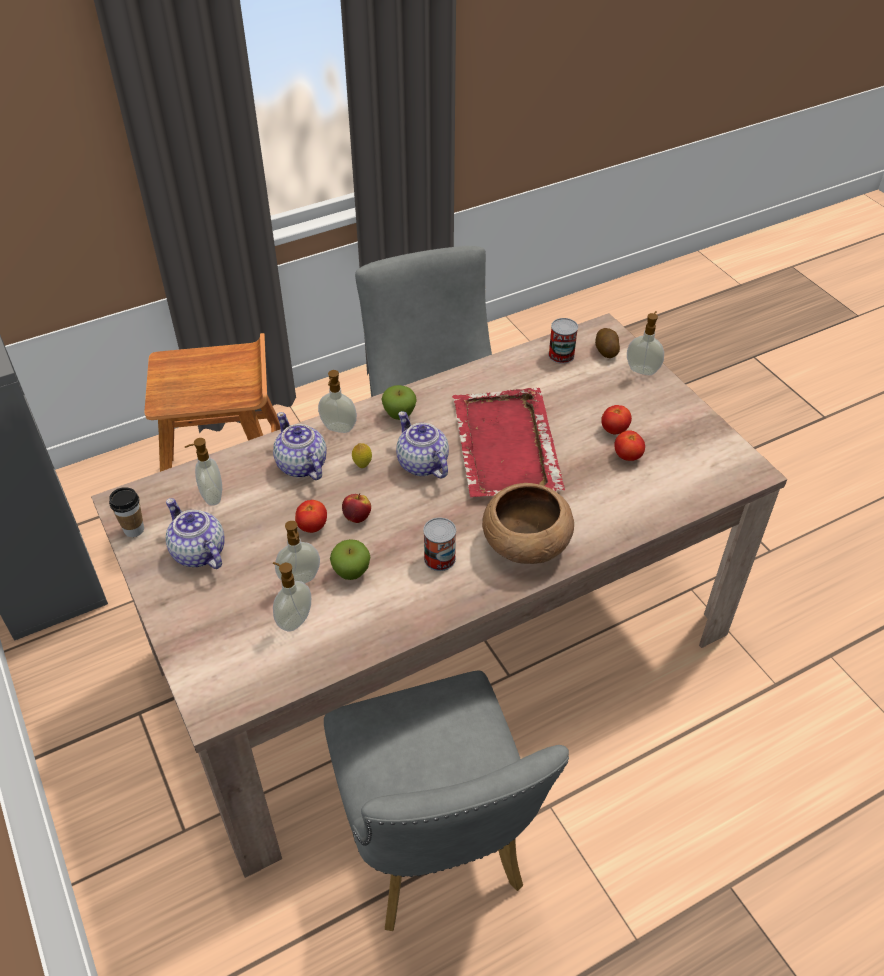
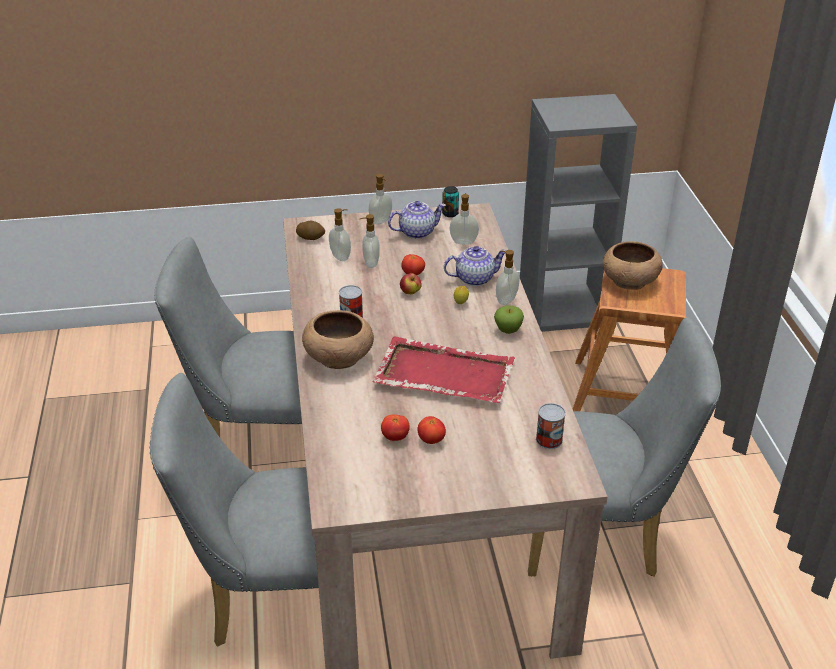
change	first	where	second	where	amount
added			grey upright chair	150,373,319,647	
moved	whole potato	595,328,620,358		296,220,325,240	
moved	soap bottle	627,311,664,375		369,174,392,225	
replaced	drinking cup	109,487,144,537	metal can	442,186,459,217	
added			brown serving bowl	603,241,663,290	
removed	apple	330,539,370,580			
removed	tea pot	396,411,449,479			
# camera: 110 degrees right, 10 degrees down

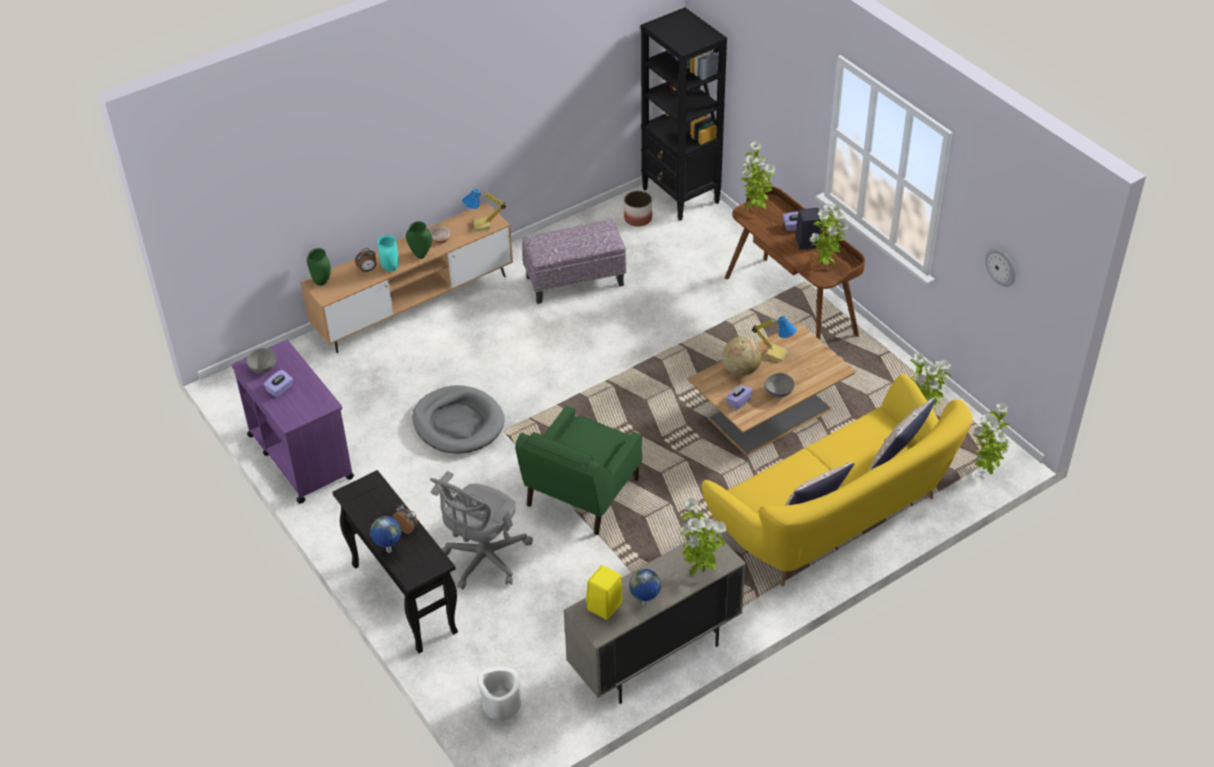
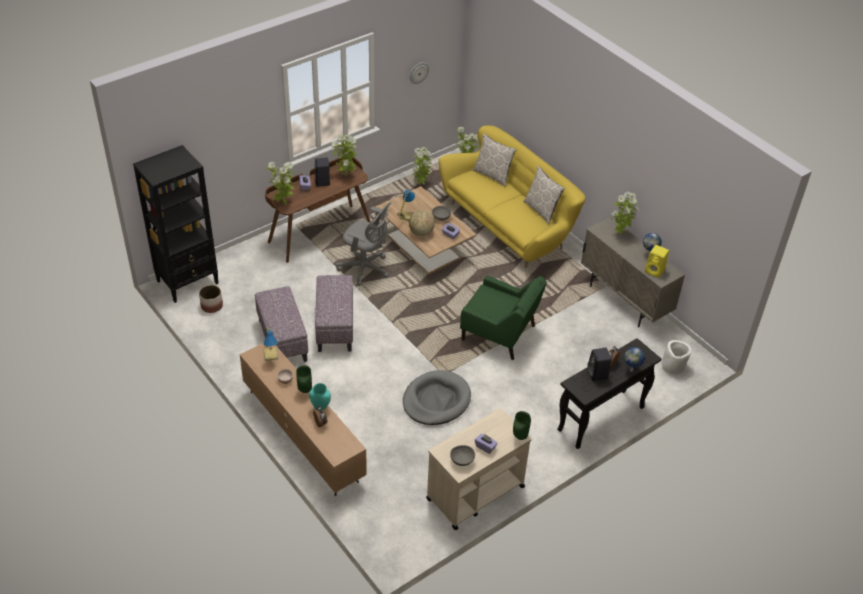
change	first	where	second	where	amount
added			pouffe	315,275,353,352	
moved	grey computer chair	430,471,533,589		336,202,391,286	
recoloured	purple-coloured trolley	232,340,354,504	sand-coloured trolley	427,408,531,530	
moved	green flower vase	307,248,331,286		513,411,531,440	
added			blackish speaker	587,348,612,381	
# camera: 95 degrees left, 0 degrees up

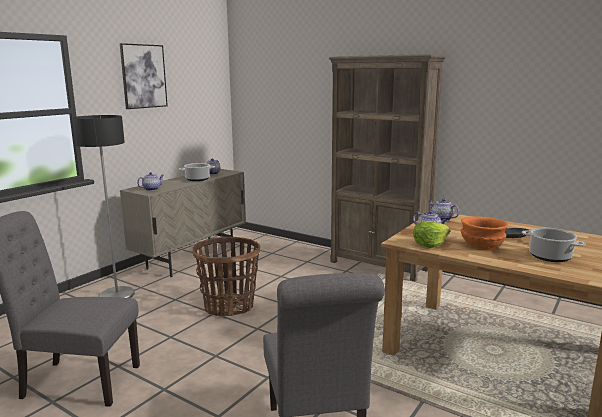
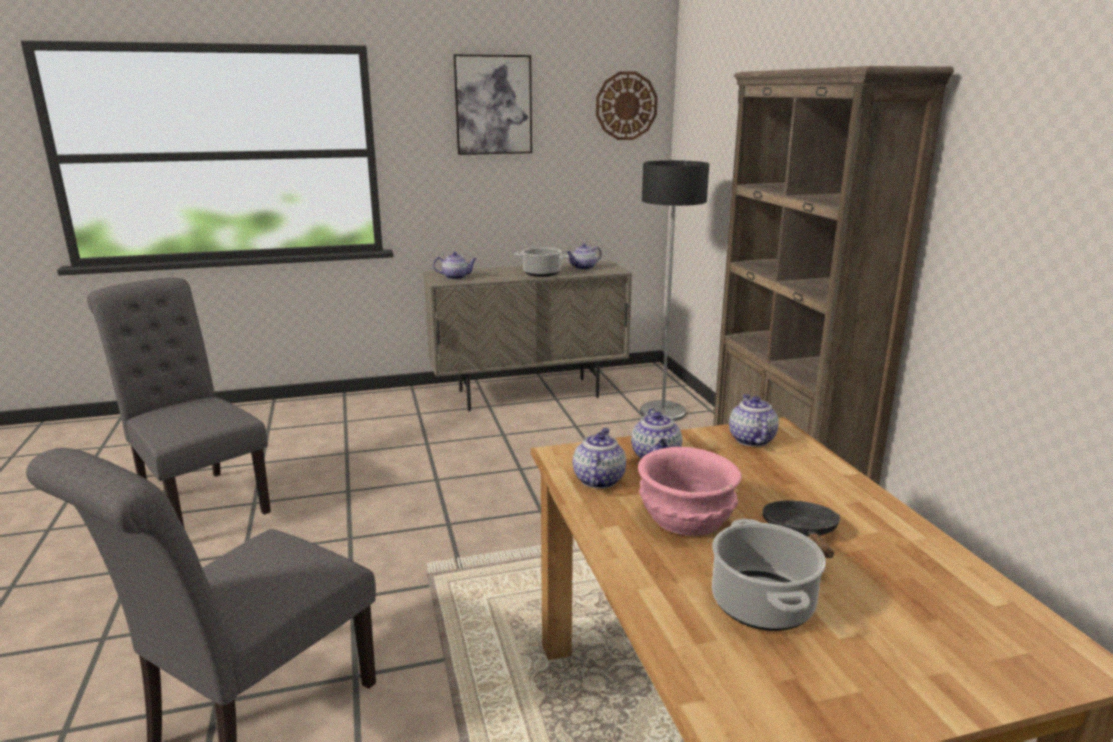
change	first	where	second	where	amount
replaced	lettuce	413,221,450,248	tea pot	573,428,626,489	
added			hanging clock	596,71,658,140	
recoloured	orange-coloured serving bowl	461,216,509,249	pinkish serving bowl	638,447,742,536	
moved	floor lamp	72,115,135,298		640,160,709,421	
removed	basket	193,237,260,316			
# camera: 40 degrees right, 5 degrees up

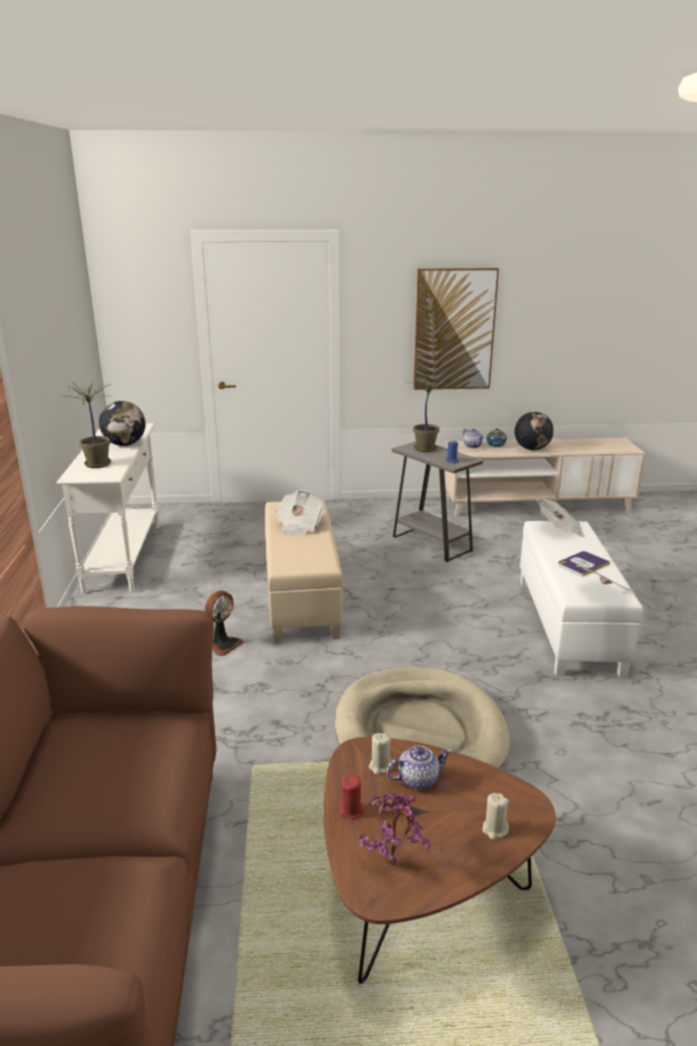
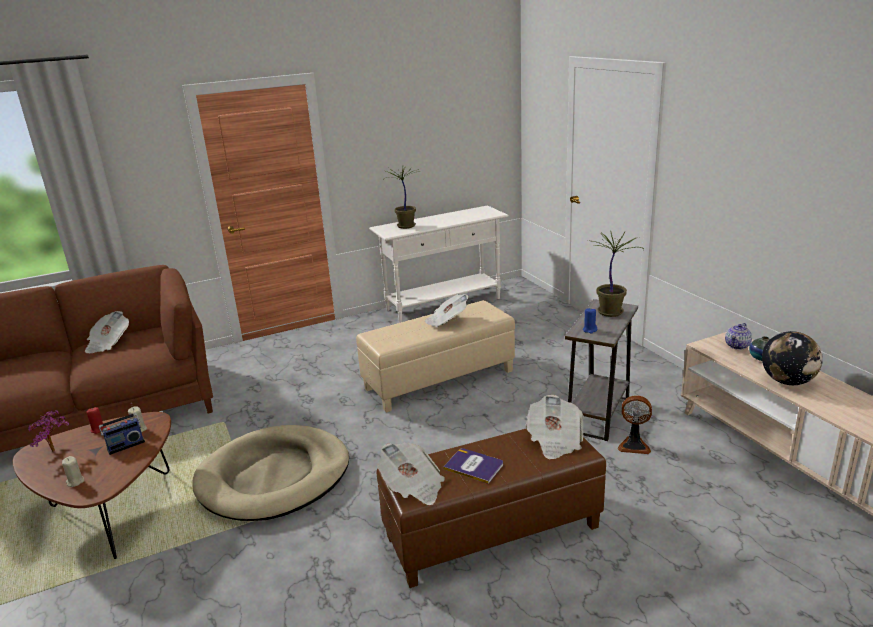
change	first	where	second	where	amount
added			newspaper	85,311,129,353	
replaced	tea pot	386,746,452,790	radio	99,402,145,455	
recoloured	white-coloured pouffe	520,521,643,677	brown pouffe	376,429,606,588	
moved	fan	205,590,244,656		618,395,652,454	
removed	world globe	99,401,145,446			
removed	wall art	413,268,499,390			
# camera: 70 degrees right, 0 degrees up

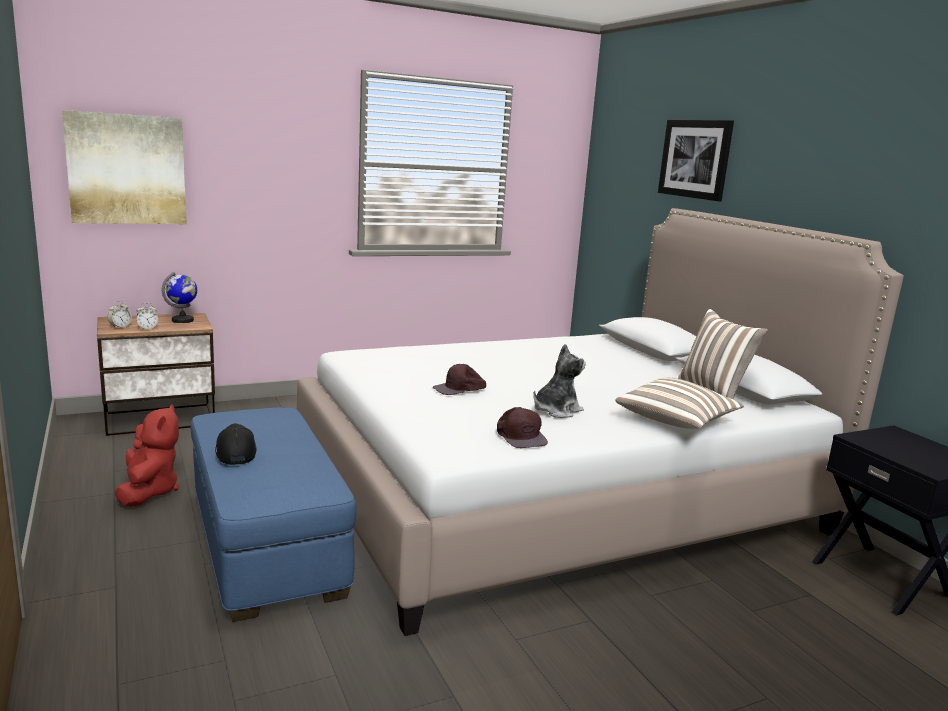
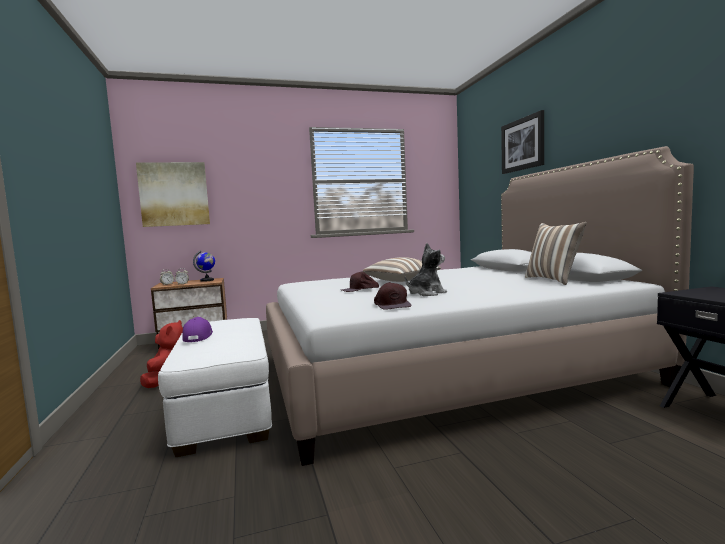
change	first	where	second	where	amount
recoloured	blue-coloured pouffe	191,408,357,622	white-coloured pouffe	158,318,272,457	
recoloured	blackish baseball cap	215,423,256,465	purple-coloured baseball cap	182,317,213,342	
moved	cushion	615,378,744,429		363,257,441,282	
# camera: 10 degrees right, 10 degrees down

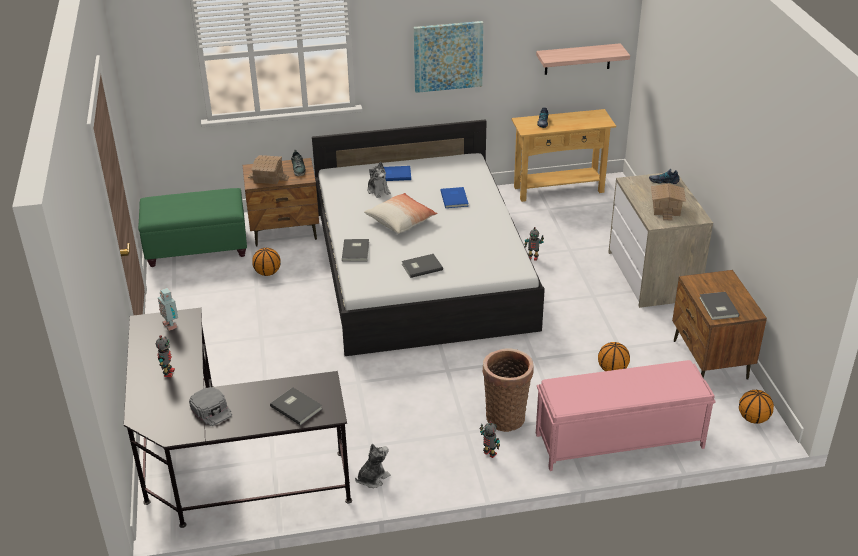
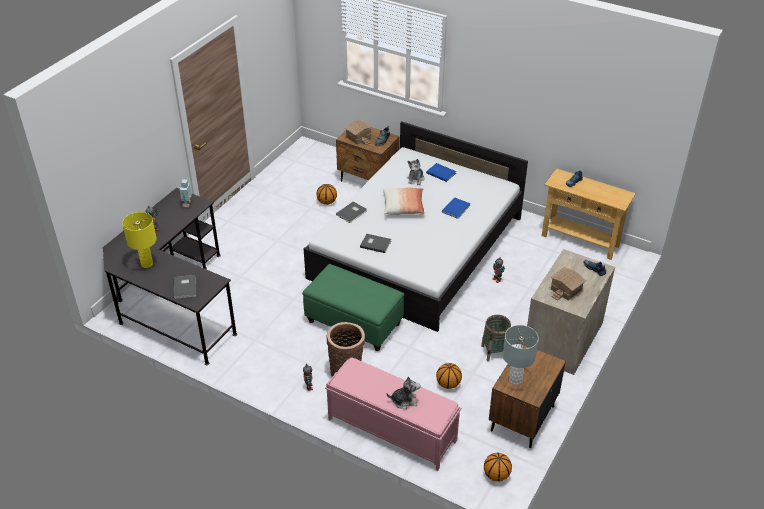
change	first	where	second	where	amount
replaced	grey baseball cap	189,387,232,426	yellow-coloured lamp for a table	122,212,157,268	
moved	green pouffe	138,188,247,267		302,264,404,351	
moved	plush toy	355,443,391,488		387,376,421,409	
added			basket	481,315,511,362	
replaced	grey bound book	699,292,739,320	grey lamp for a table	503,325,539,385	
removed	wall art	414,21,483,93			
removed	wall shelf	536,43,630,75			
# camera: 40 degrees right, 5 degrees up

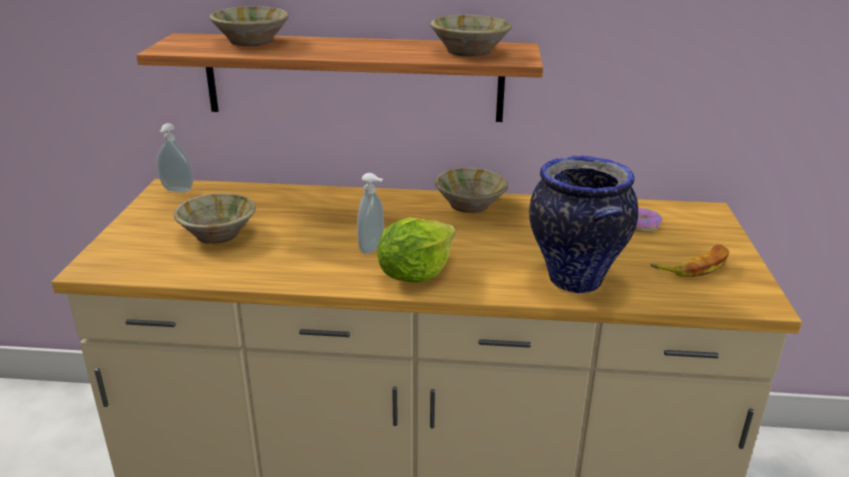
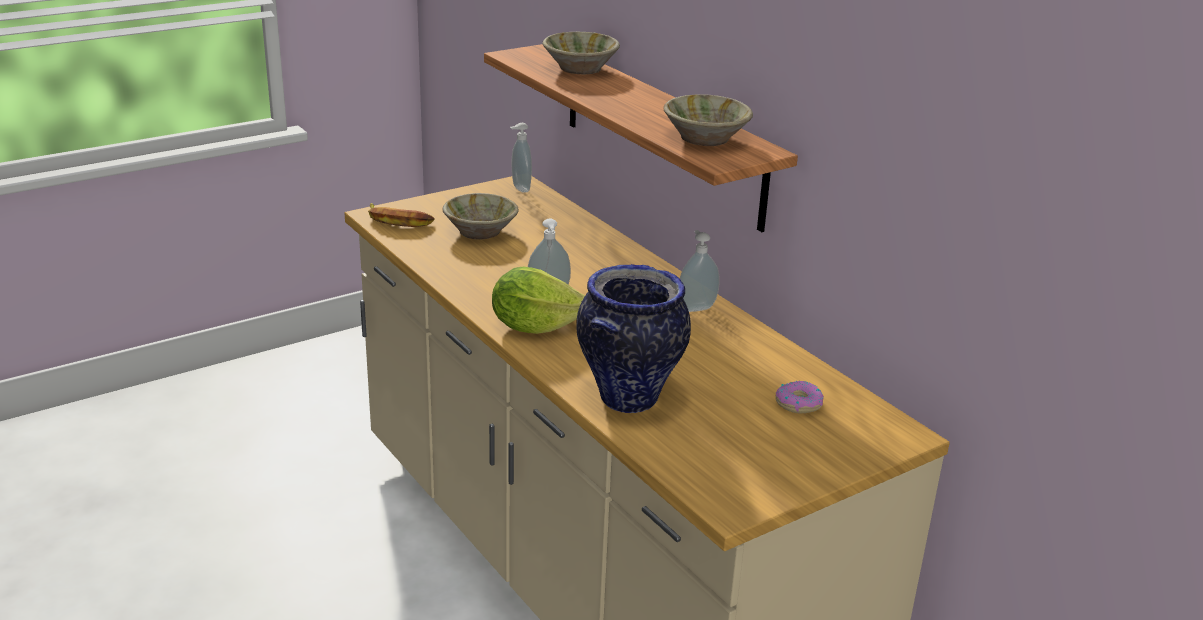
change	first	where	second	where	amount
moved	banana fruit	651,245,729,277		368,203,435,227	
replaced	sand-coloured serving bowl	435,168,508,213	soap bottle	680,230,720,312	
# camera: 50 degrees right, 0 degrees up

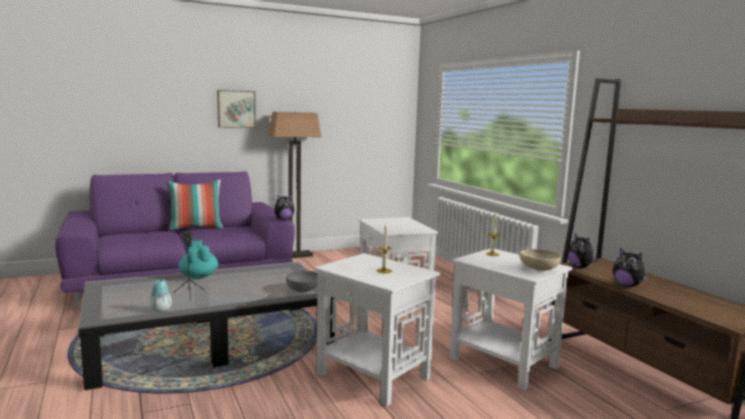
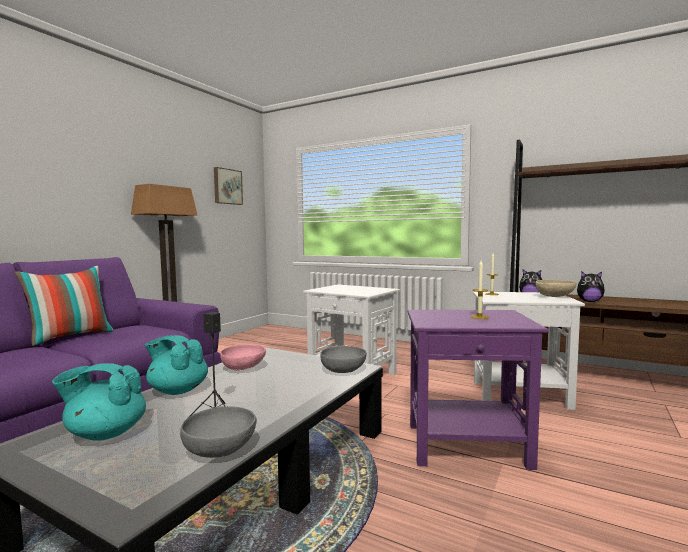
change	first	where	second	where	amount
added			turquoise-coloured tea pot	52,363,146,441	
replaced	flower vase	150,279,172,312	grey serving bowl	180,406,257,458	
moved	wall art	217,90,256,128		214,167,243,205	
added			pinkish serving bowl	220,344,266,371	
recoloured	white-coloured side table	314,253,440,406	purple-coloured side table	407,310,548,470	
removed	plush toy	274,195,294,220			
# camera: 35 degrees left, 5 degrees down

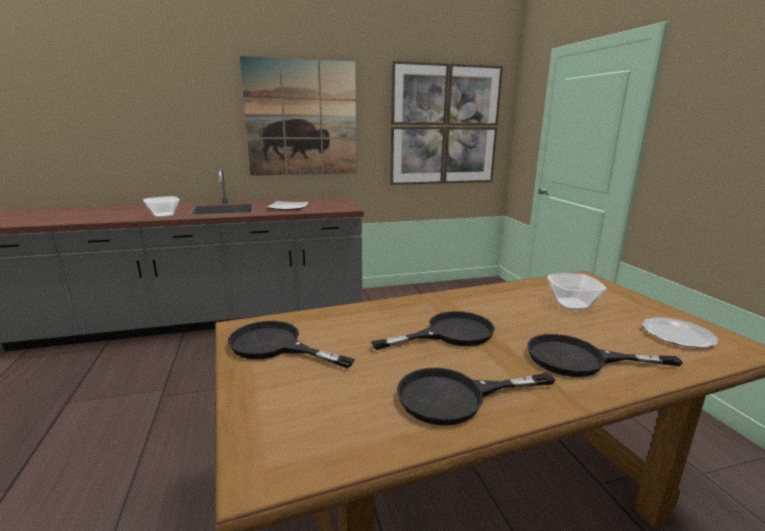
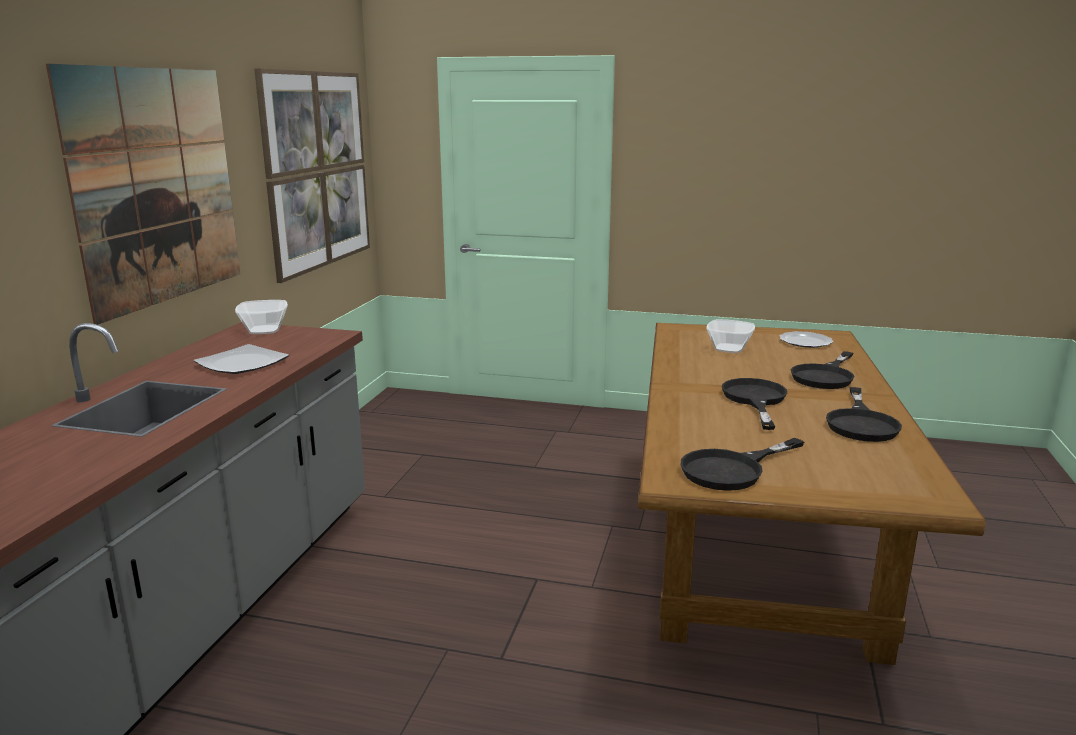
change	first	where	second	where	amount
moved	serving bowl	143,196,180,217		235,300,288,334	
# camera: 60 degrees left, 0 degrees up

